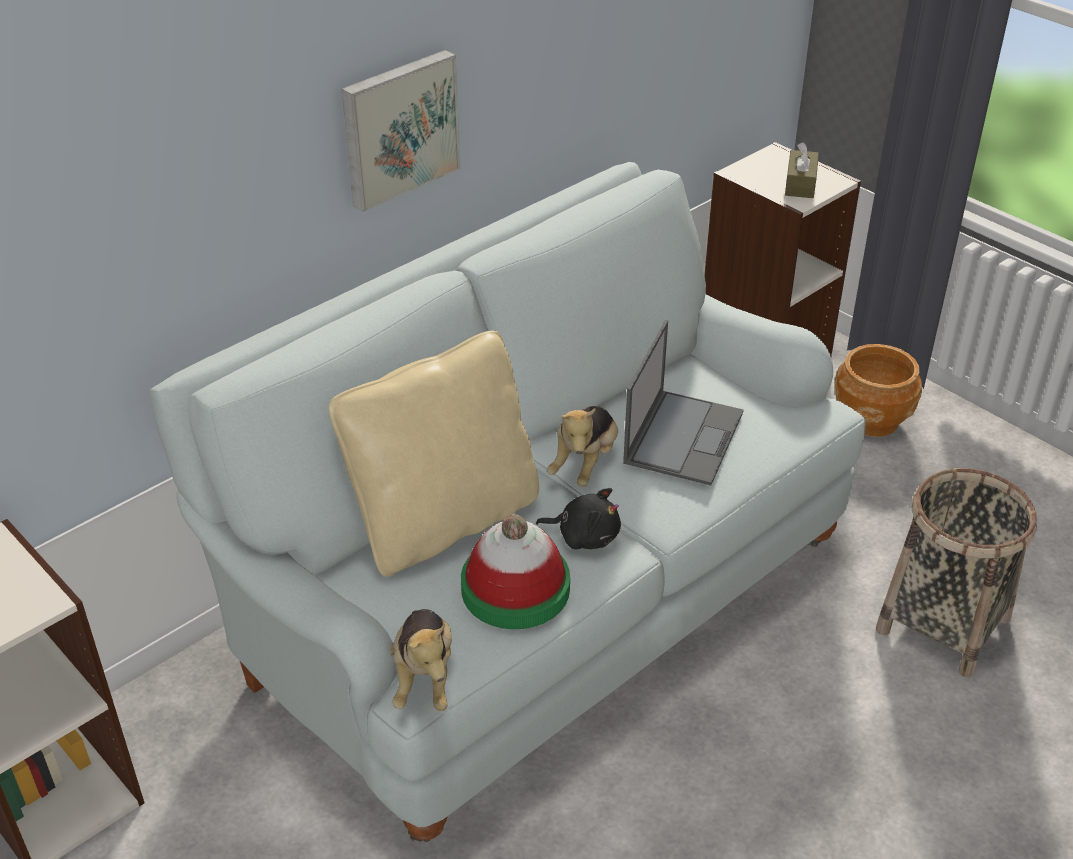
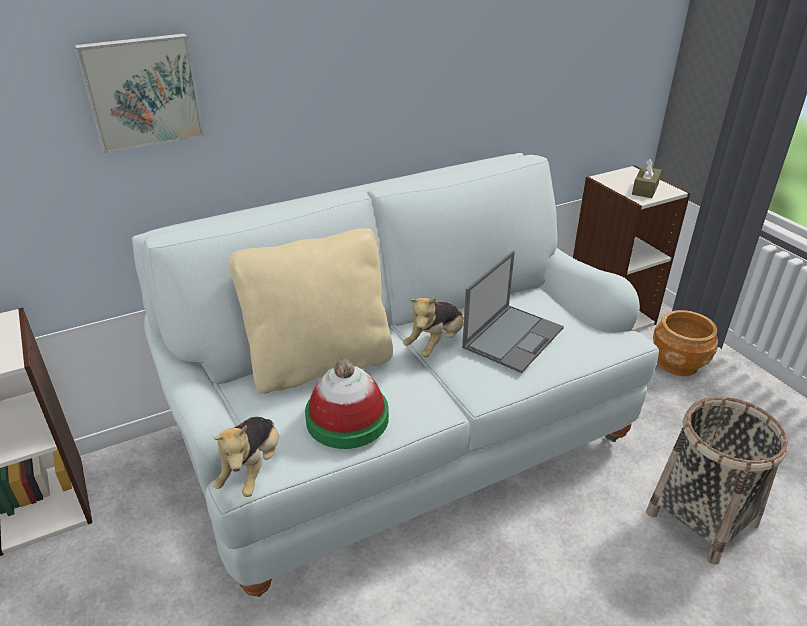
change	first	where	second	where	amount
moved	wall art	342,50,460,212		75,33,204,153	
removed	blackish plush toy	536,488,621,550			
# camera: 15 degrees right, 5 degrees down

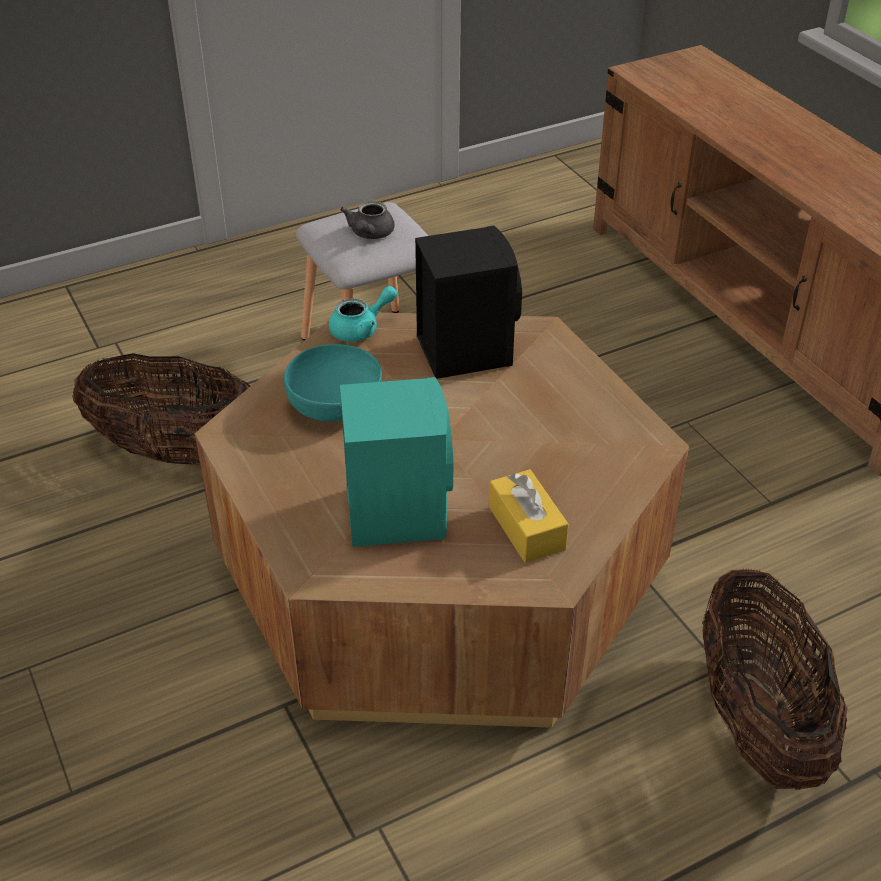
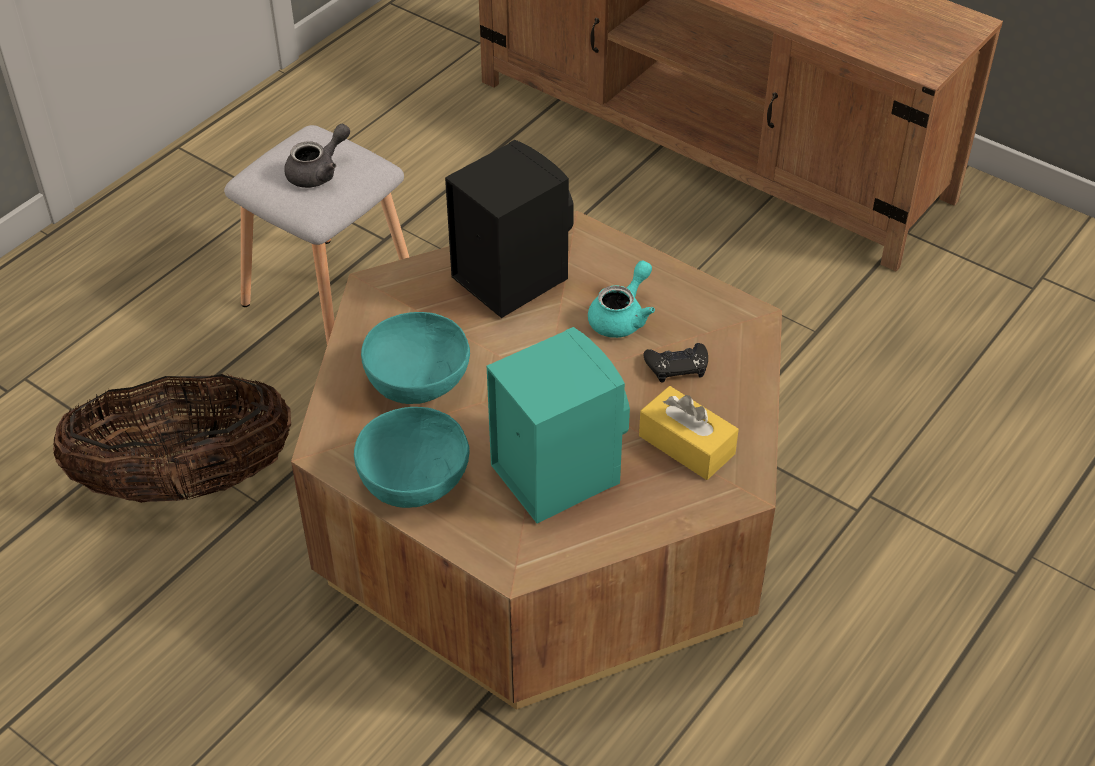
change	first	where	second	where	amount
turned	grey tea pot	340,201,395,239		284,124,350,188	120 degrees counterclockwise
added			turquoise-coloured serving bowl	354,407,470,508	
moved	turquoise-coloured tea pot	329,286,397,342		588,261,655,338	
added			blackish joypad	643,343,708,382	
removed	basket	702,569,848,790			
# camera: 25 degrees left, 5 degrees up

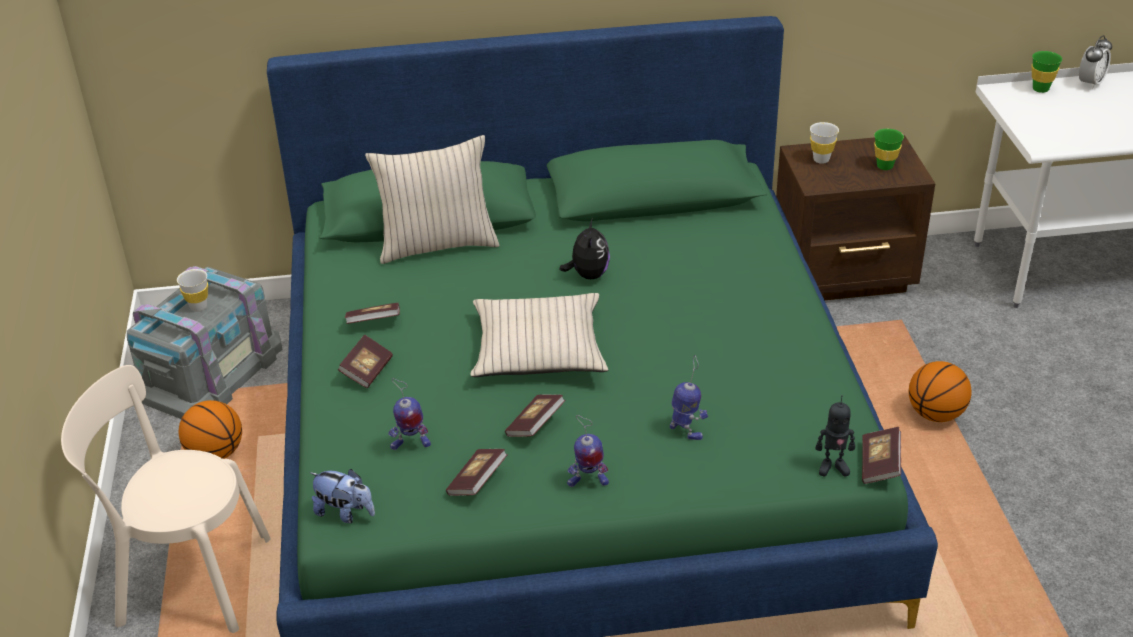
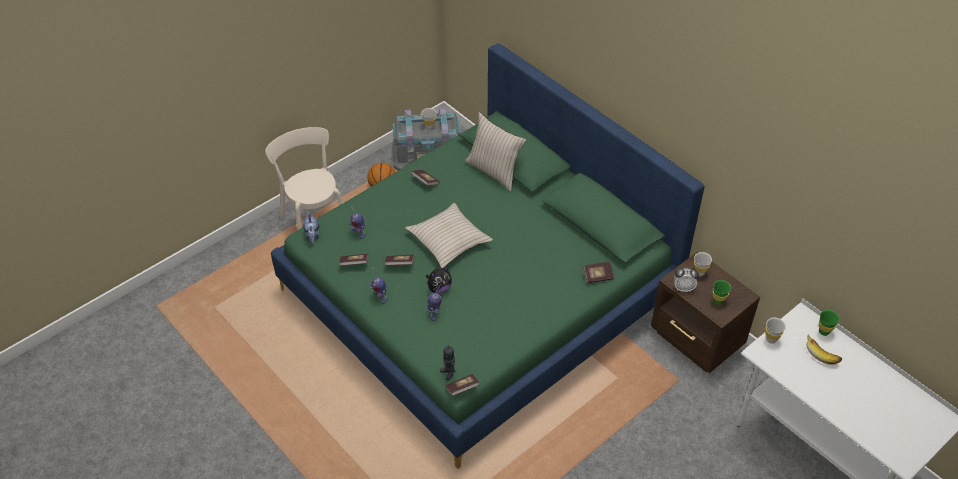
change	first	where	second	where	amount
moved	plush toy	560,219,610,279		426,266,452,294	
moved	bound book	338,335,393,388		583,261,614,283	
moved	table clock	1079,35,1112,89		674,267,699,292	
added			white-coloured drinking cup	766,318,786,344	
added			banana fruit	806,334,842,365	
removed	basketball	909,361,972,422			
# camera: 55 degrees right, 10 degrees up

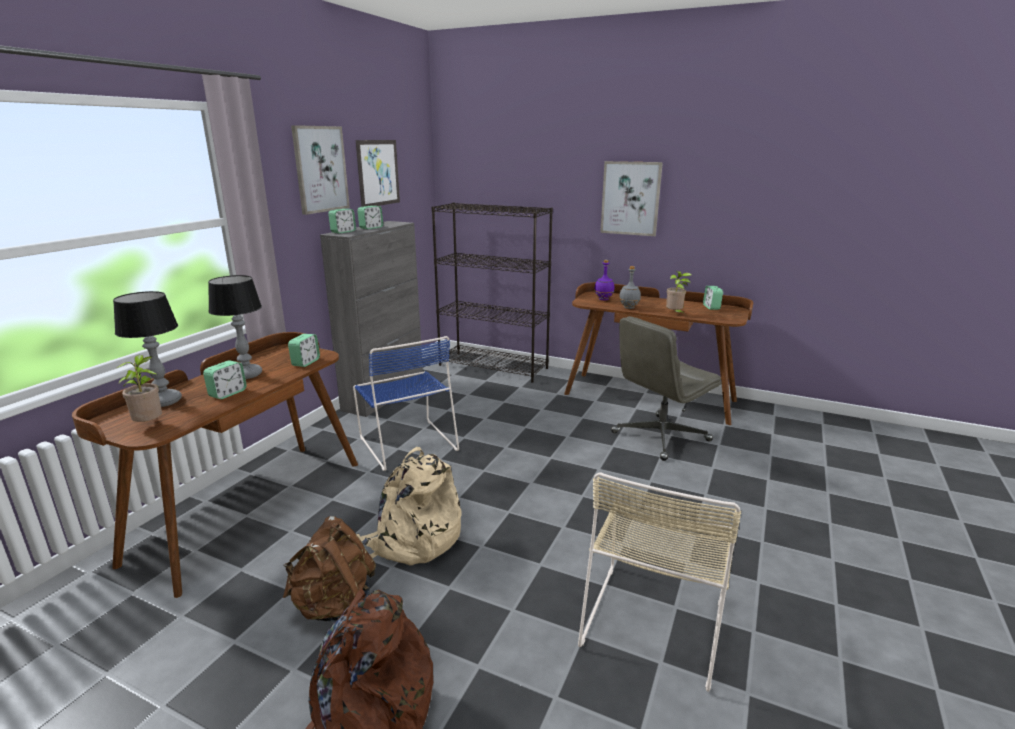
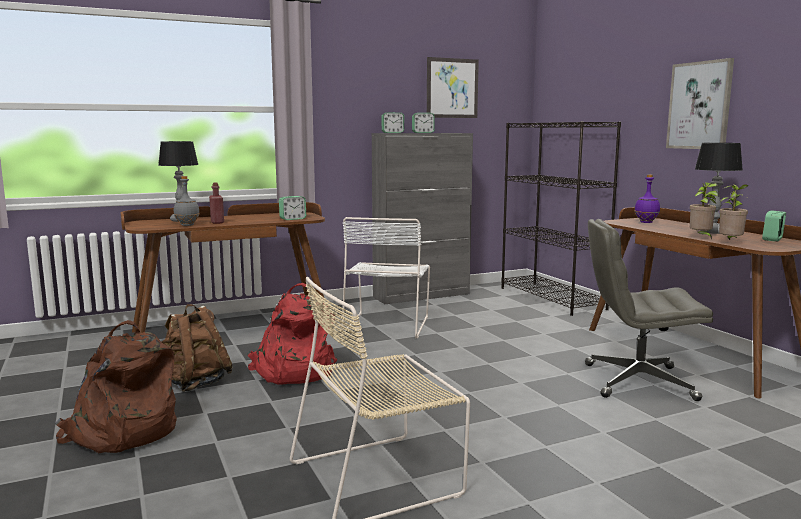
change	first	where	second	where	amount
moved	grey beverage bottle	619,266,641,309		174,176,200,226	
replaced	table clock	203,360,247,399	red-coloured beverage bottle	209,183,224,224	
recoloured	sand-coloured knapsack	356,447,462,566	red-coloured knapsack	247,283,337,385	
recoloured	blue-coloured upright chair	353,336,459,471	white-coloured upright chair	342,217,430,338	
moved	lamp for a table	208,275,262,379		695,143,743,234	
moved	plant in a pot	117,355,162,422		719,184,748,240	
removed	wall art	291,125,350,215			
# camera: 40 degrees right, 10 degrees down

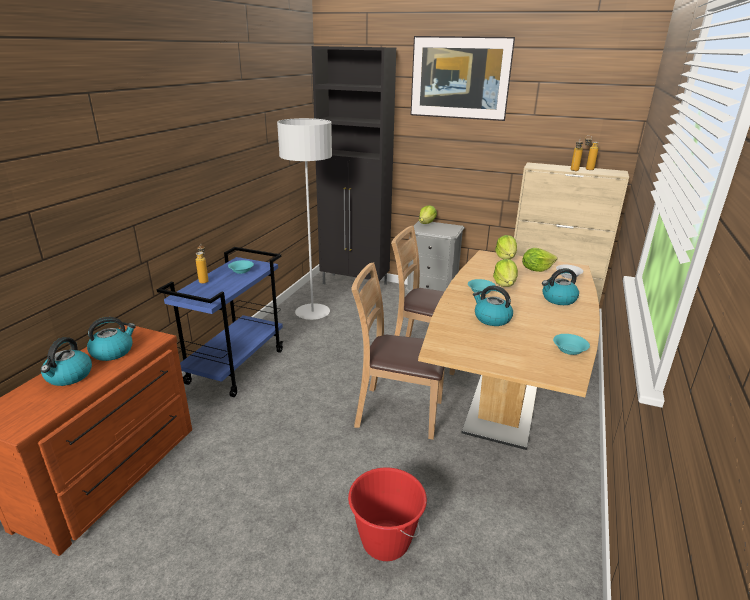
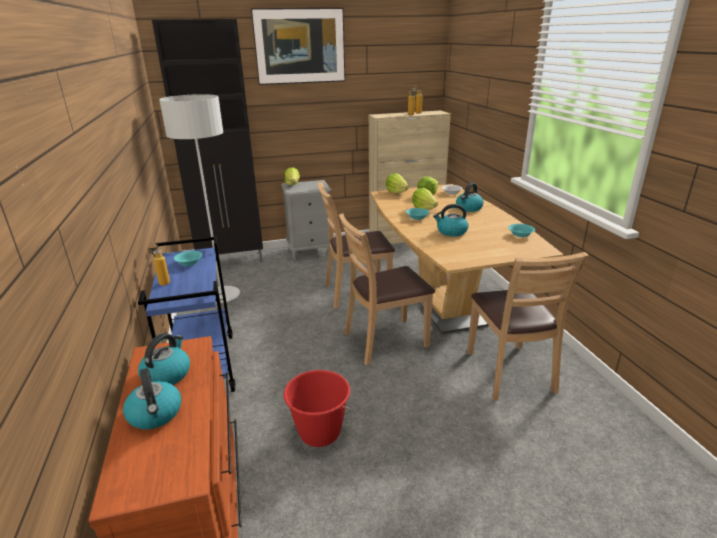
change	first	where	second	where	amount
moved	red-coloured water bucket	348,467,427,561		283,370,351,447	
added			brown upright chair	467,252,589,401	
# camera: 35 degrees left, 0 degrees up

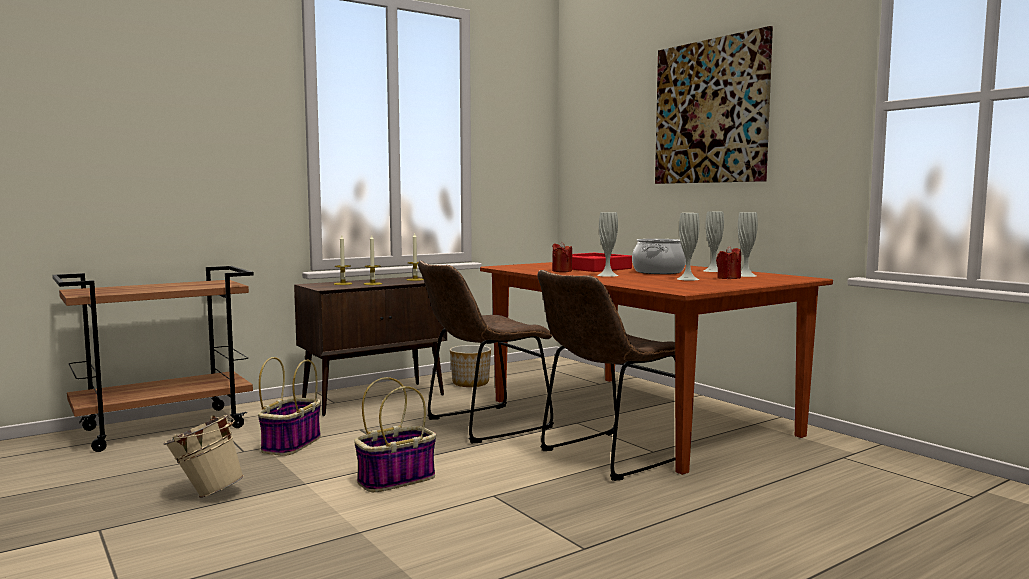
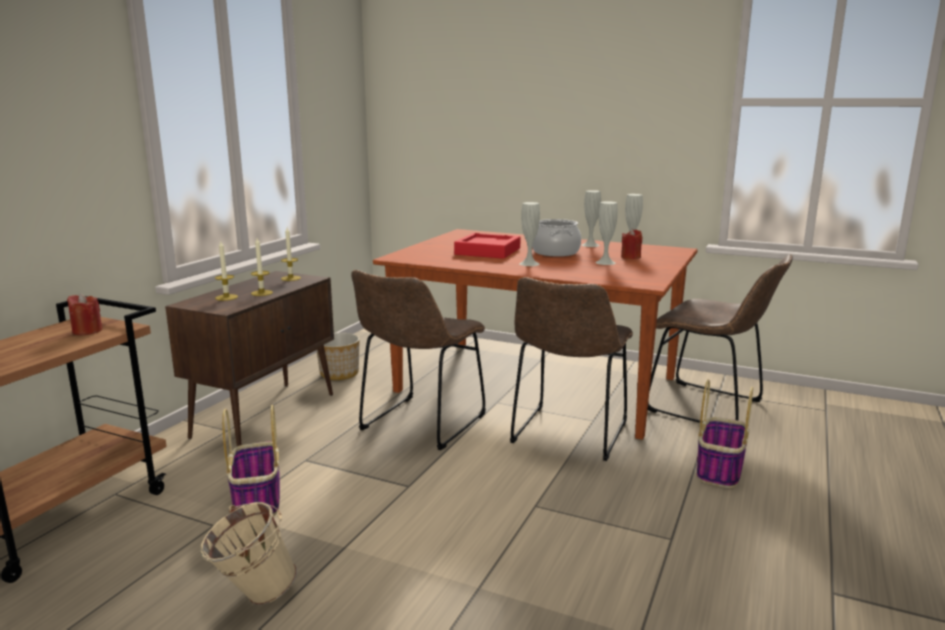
change	first	where	second	where	amount
moved	red-coloured wax candle	552,242,572,272		67,293,102,335	
added			brown upright chair	648,254,793,423	
moved	basket	354,377,436,492		697,380,753,488	
removed	wall art	655,26,773,184			
# camera: 30 degrees left, 10 degrees up

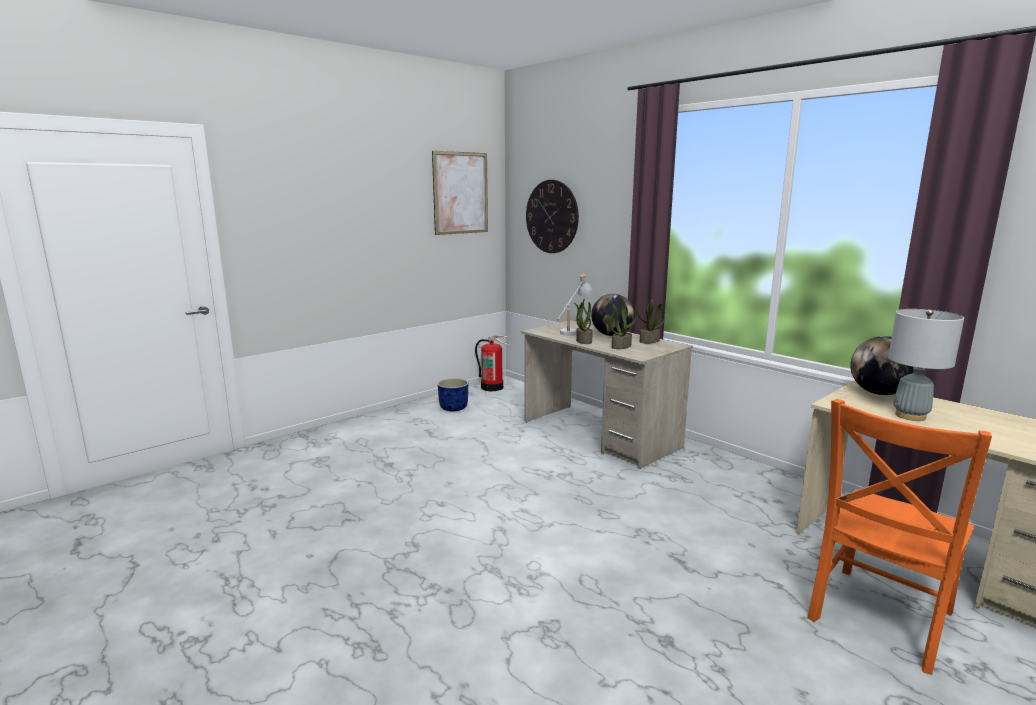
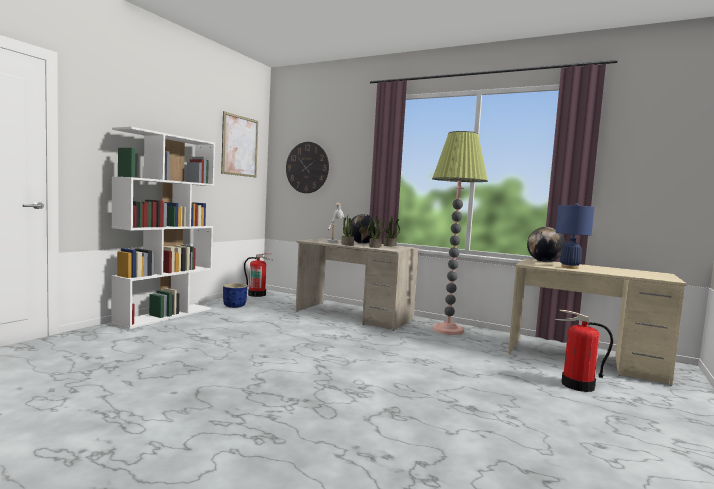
change	first	where	second	where	amount
added			white-coloured shelving unit	111,127,215,329	
added			floor lamp	432,131,488,335	
replaced	orange-coloured upright chair	808,399,992,675	fire extinguisher	555,310,613,392	
recoloured	grey lamp for a table	888,309,964,421	blue-coloured lamp for a table	556,203,594,269	
# camera: 20 degrees left, 10 degrees down

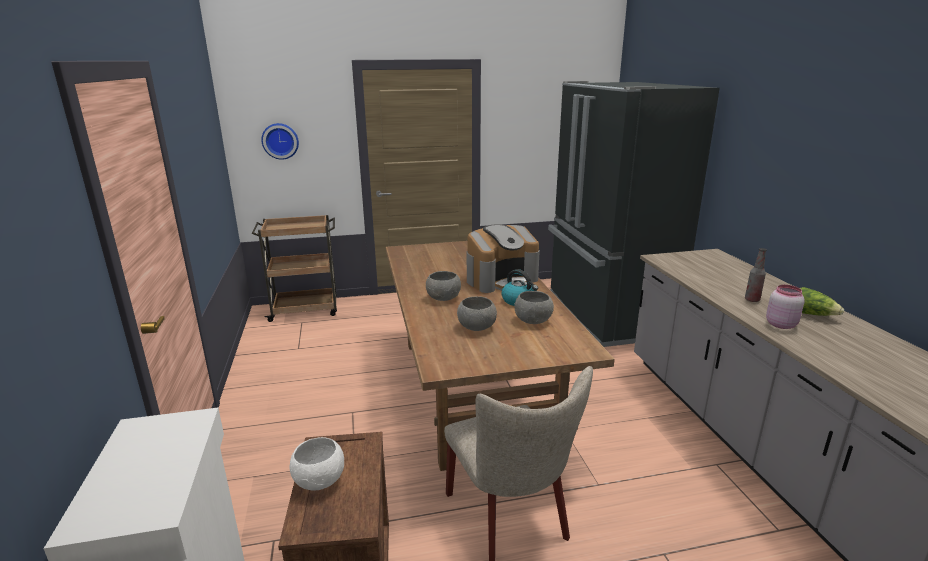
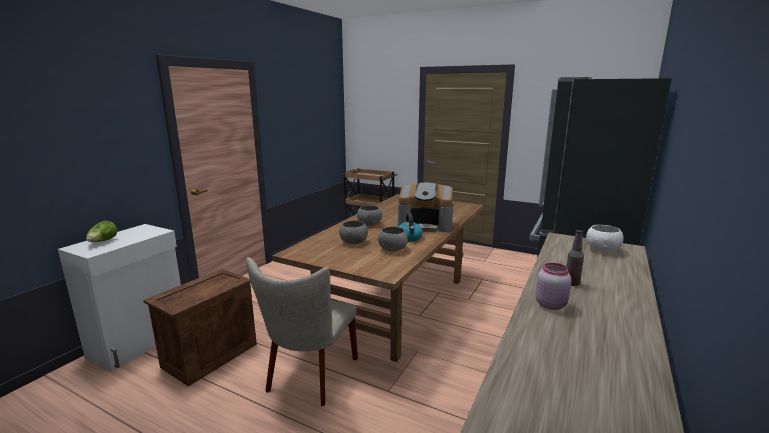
change	first	where	second	where	amount
moved	lettuce	800,287,844,316		86,221,117,242	
moved	white-coloured serving bowl	290,437,344,491		586,225,624,253	
removed	hanging clock	261,123,299,160			
# camera: 40 degrees right, 5 degrees down

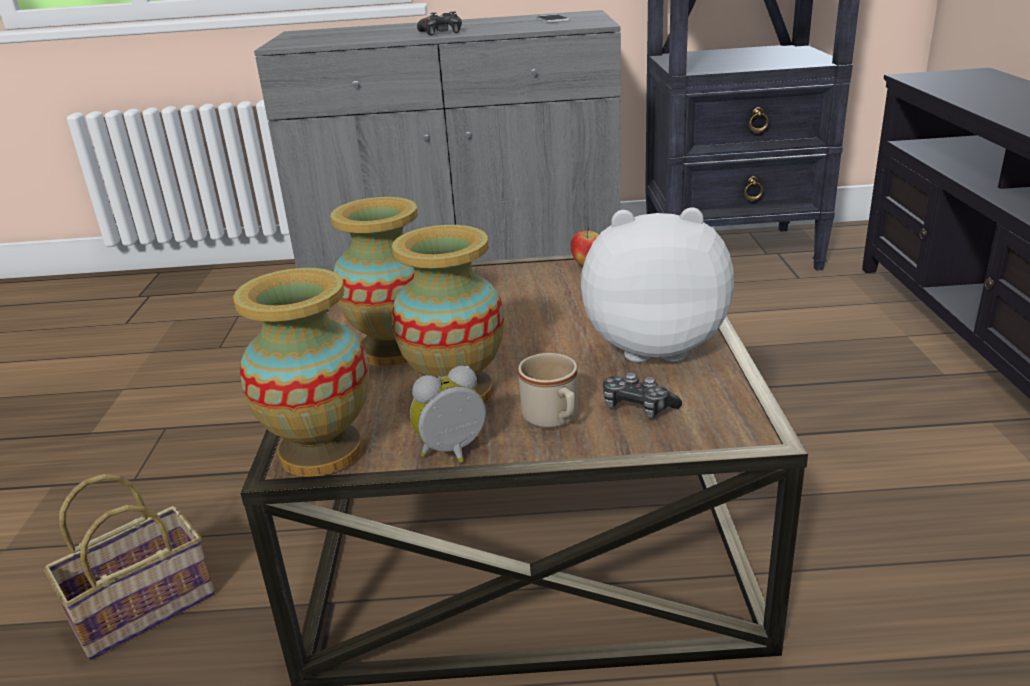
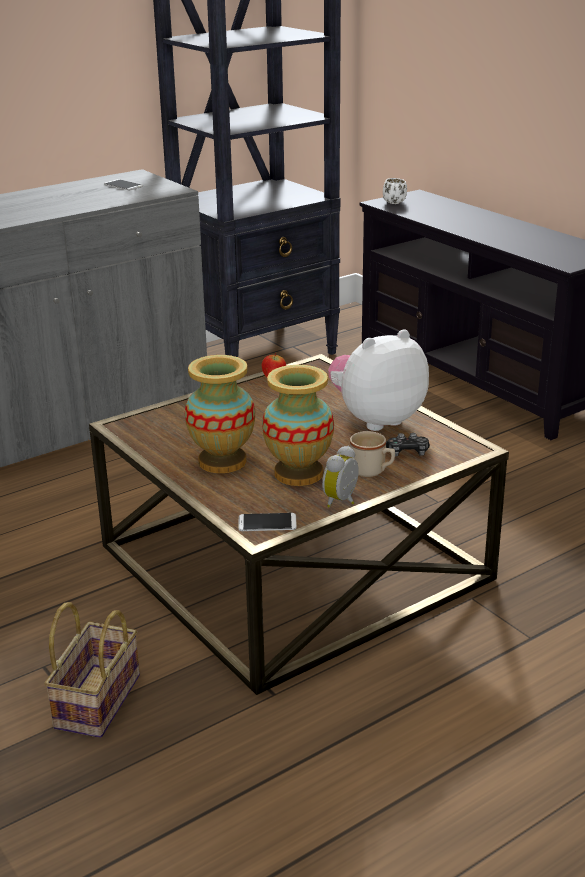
change	first	where	second	where	amount
replaced	flower vase	233,268,369,477	handset	238,513,297,531	
added			white-coloured coffee mug	383,178,407,204	
removed	blackish joypad	417,11,462,35			
# camera: 35 degrees left, 0 degrees up

